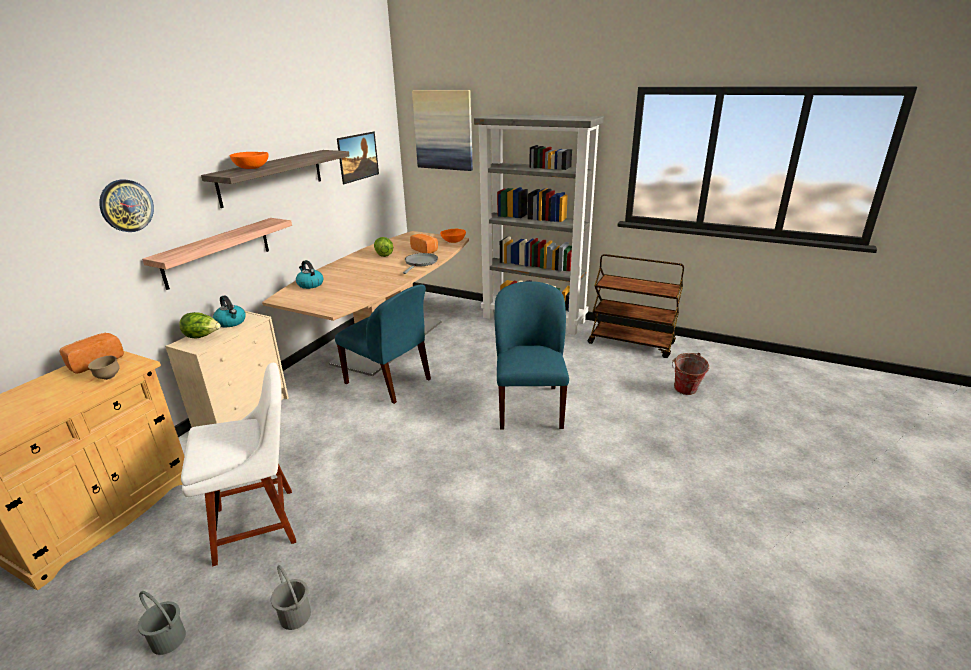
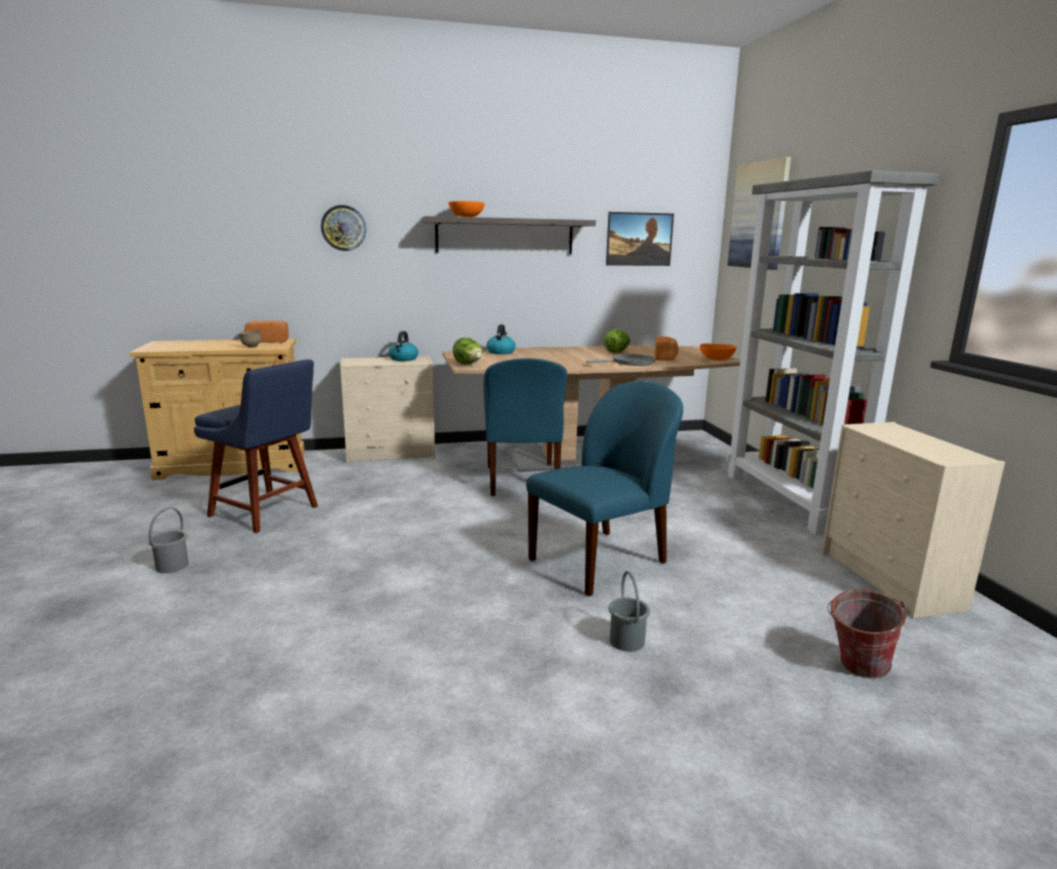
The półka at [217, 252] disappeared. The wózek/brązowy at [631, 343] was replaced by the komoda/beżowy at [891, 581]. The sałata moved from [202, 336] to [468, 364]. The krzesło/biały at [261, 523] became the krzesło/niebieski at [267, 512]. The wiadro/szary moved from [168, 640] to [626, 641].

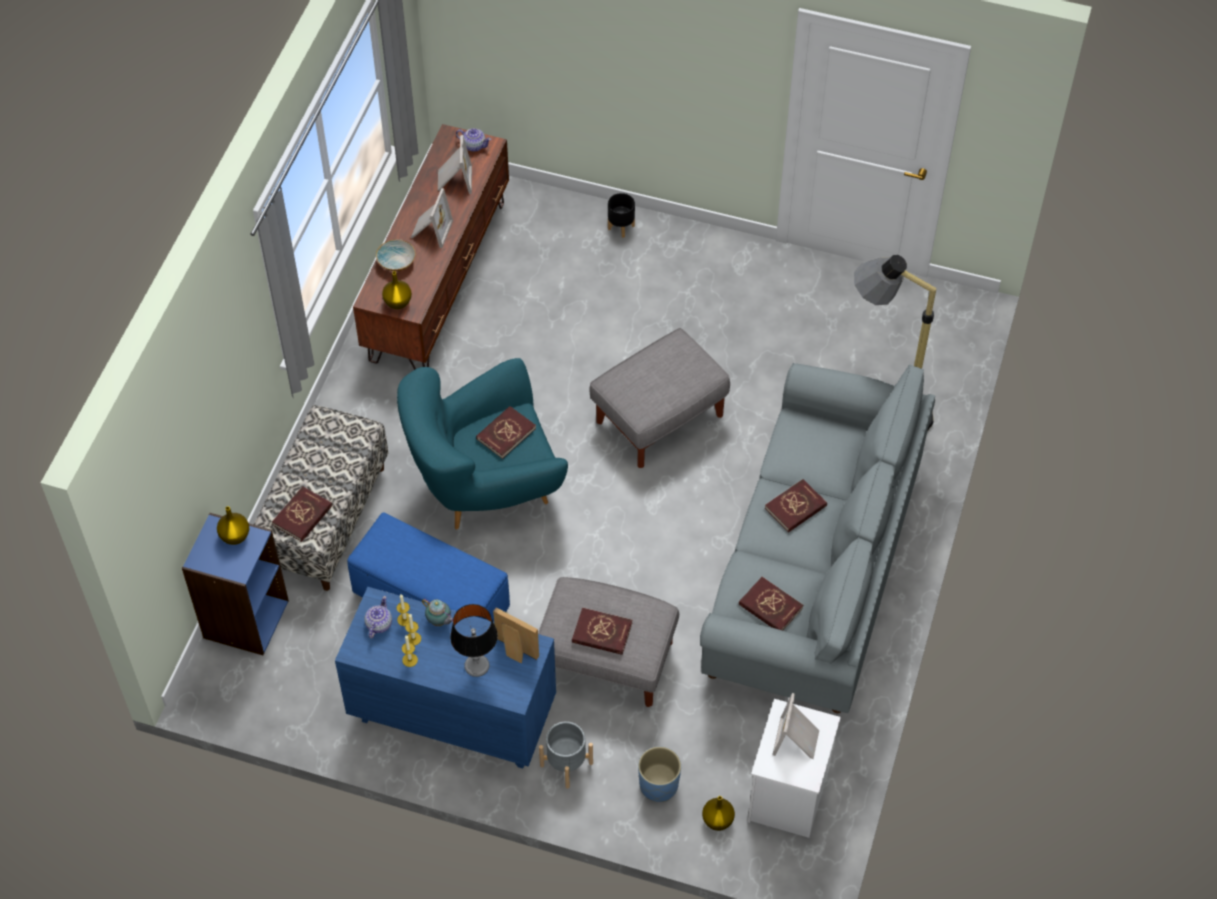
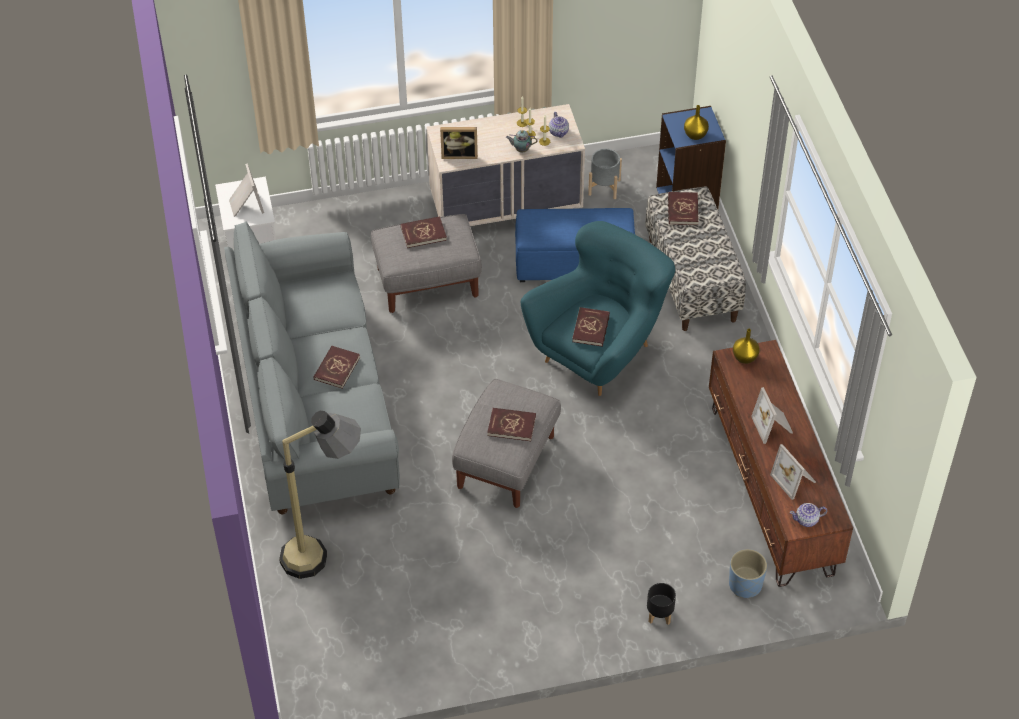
The miska at [396, 262] disappeared. The książka/czerwony moved from [770, 606] to [511, 425]. The komoda/niebieski at [452, 714] became the komoda/beżowy at [506, 209]. The lampa stołowa at [477, 666] disappeared. The donica/szary moved from [566, 764] to [604, 187]. The donica/niebieski moved from [658, 784] to [745, 585]. The wazon/żółty at [717, 821] disappeared.

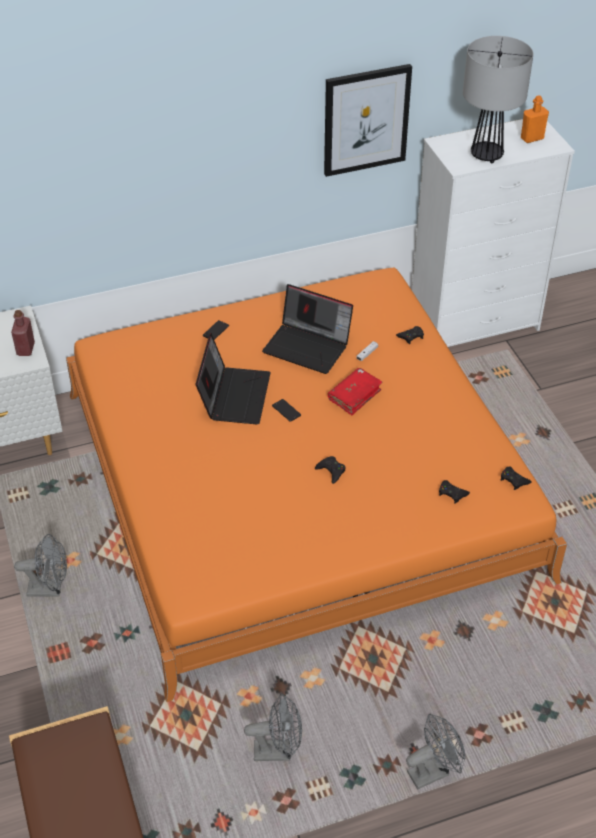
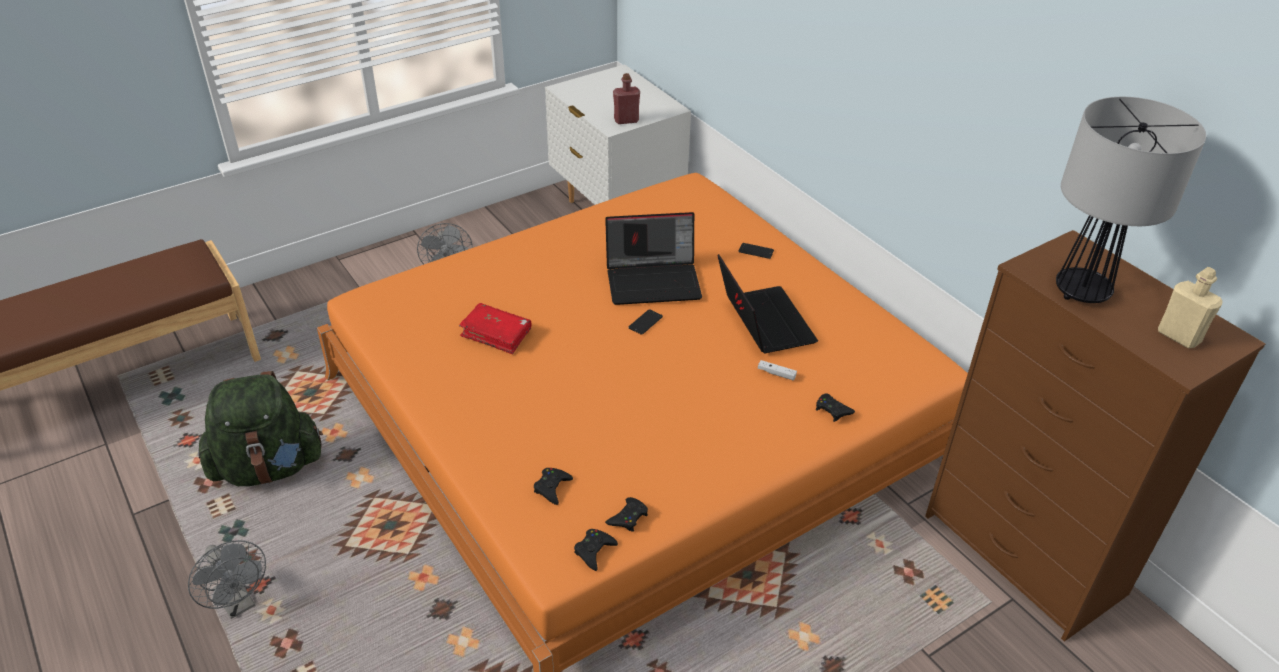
The obraz at [366, 120] disappeared. The butelka/pomarańczowy at [532, 138] became the butelka/beżowy at [1178, 336]. The komoda/biały at [475, 323] became the komoda/brązowy at [1025, 555]. The laptop at [308, 346] turned 150 degrees clockwise. The książka/czerwony moved from [354, 395] to [496, 334]. The pad do gier/czarny moved from [331, 471] to [628, 517]. The wentylator/szary at [278, 751] was replaced by the plecak/zielony at [268, 467].

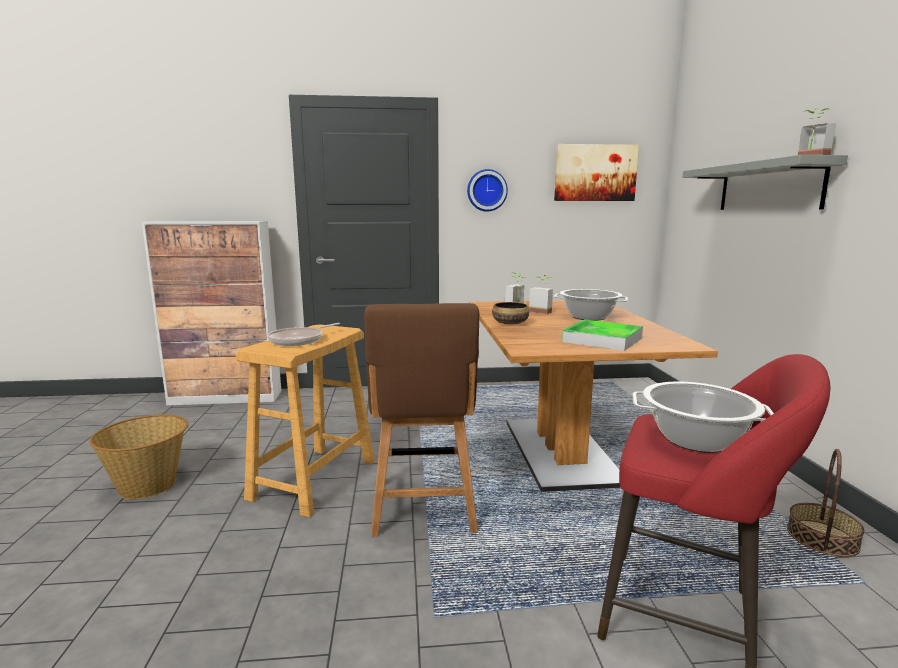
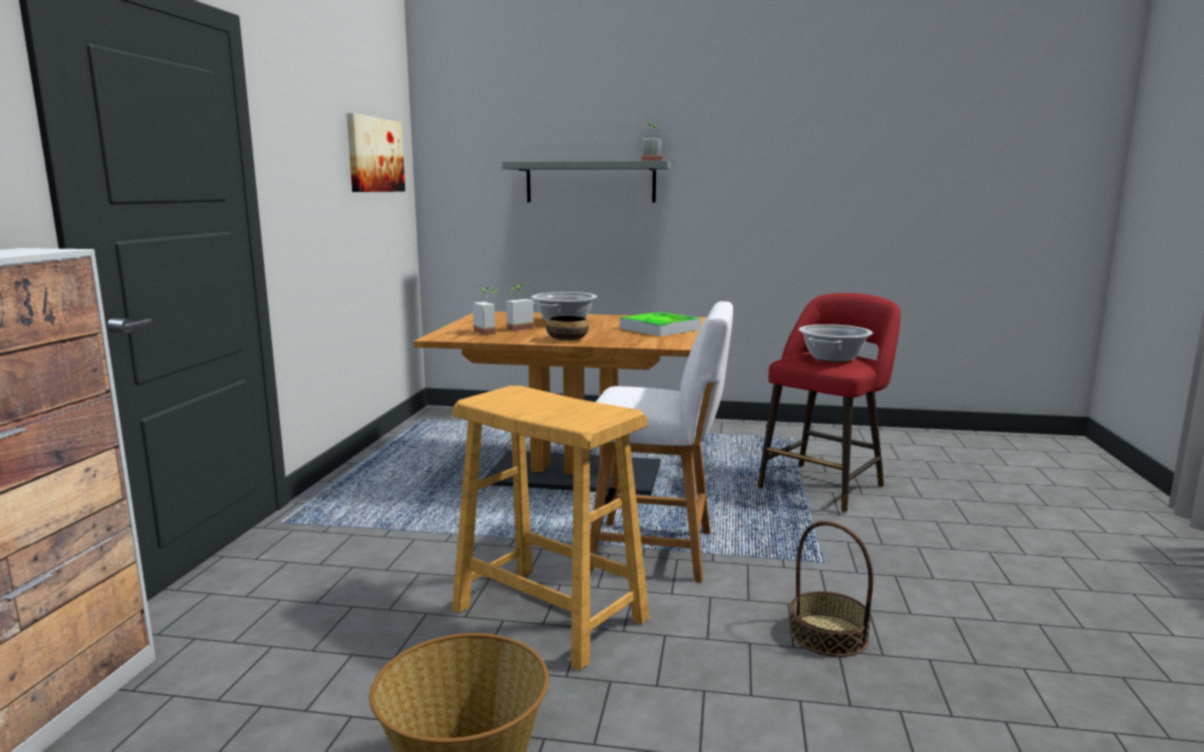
The zegar ścienny at [486, 190] disappeared. The krzesło/brązowy at [424, 509] became the krzesło/biały at [659, 551]. The patelnia at [299, 340] disappeared. The koszyk moved from [822, 538] to [828, 634].

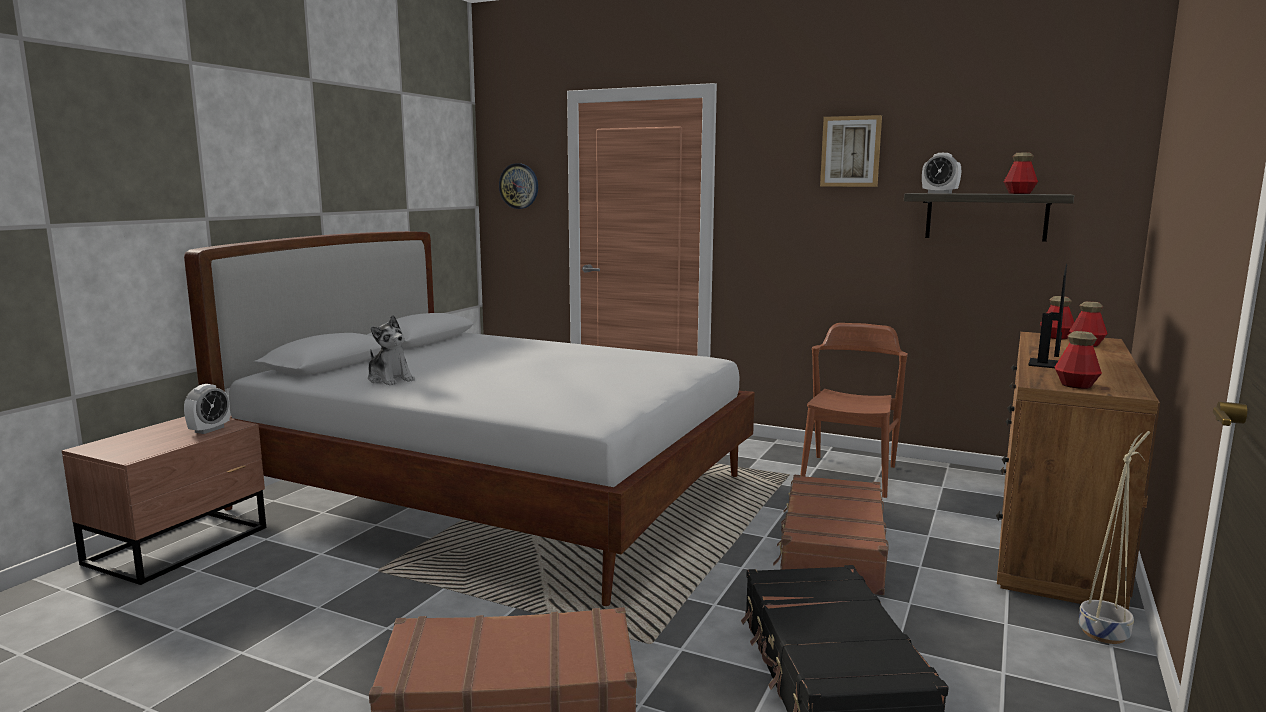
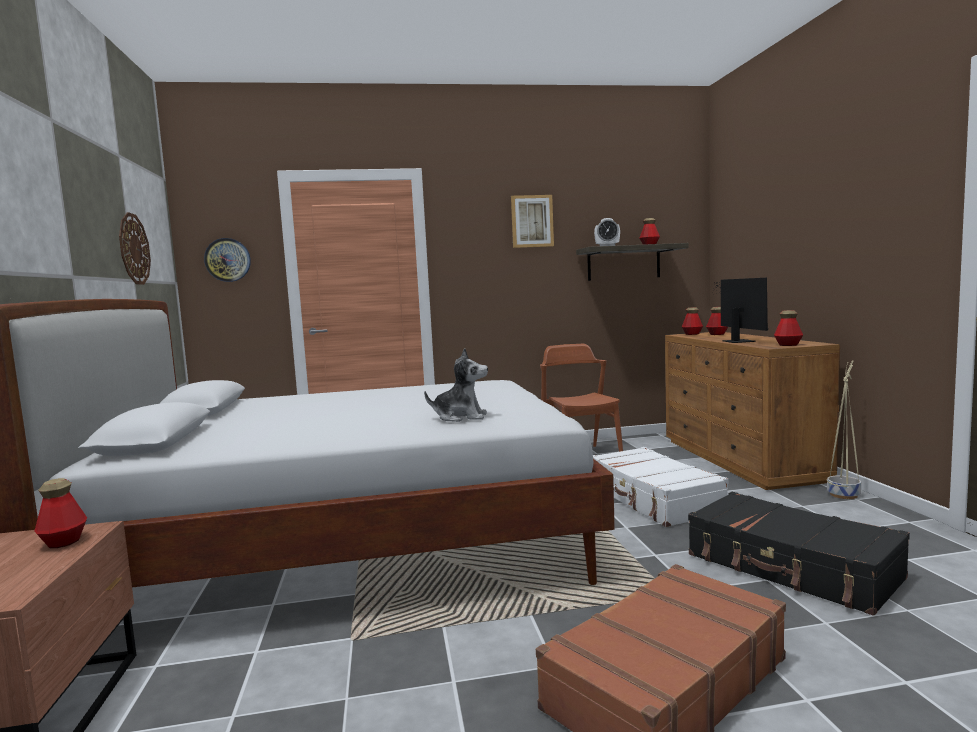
The pluszak moved from [390, 379] to [460, 417]. The budzik at [209, 430] was replaced by the butelka at [64, 542]. The walizka/brązowy at [831, 550] became the walizka/biały at [653, 499]. The zegar ścienny at [134, 249] appeared.

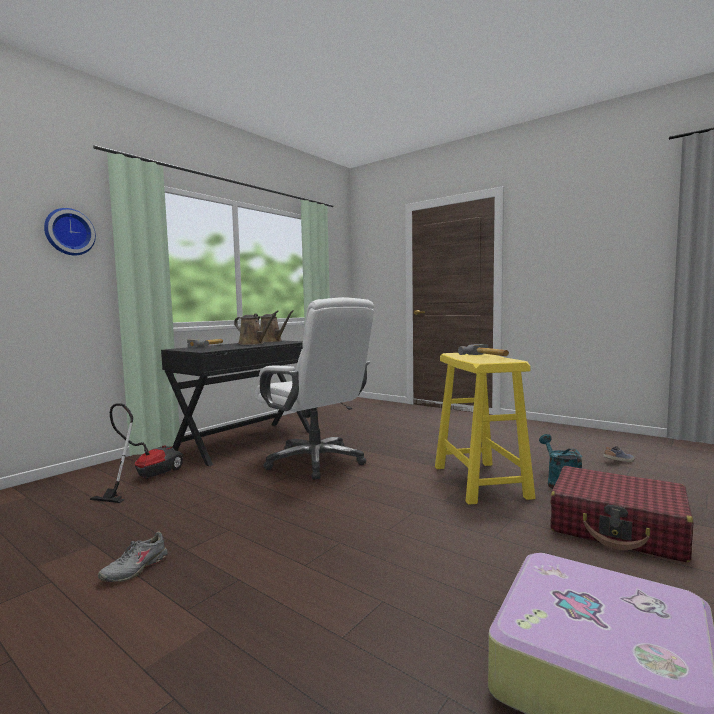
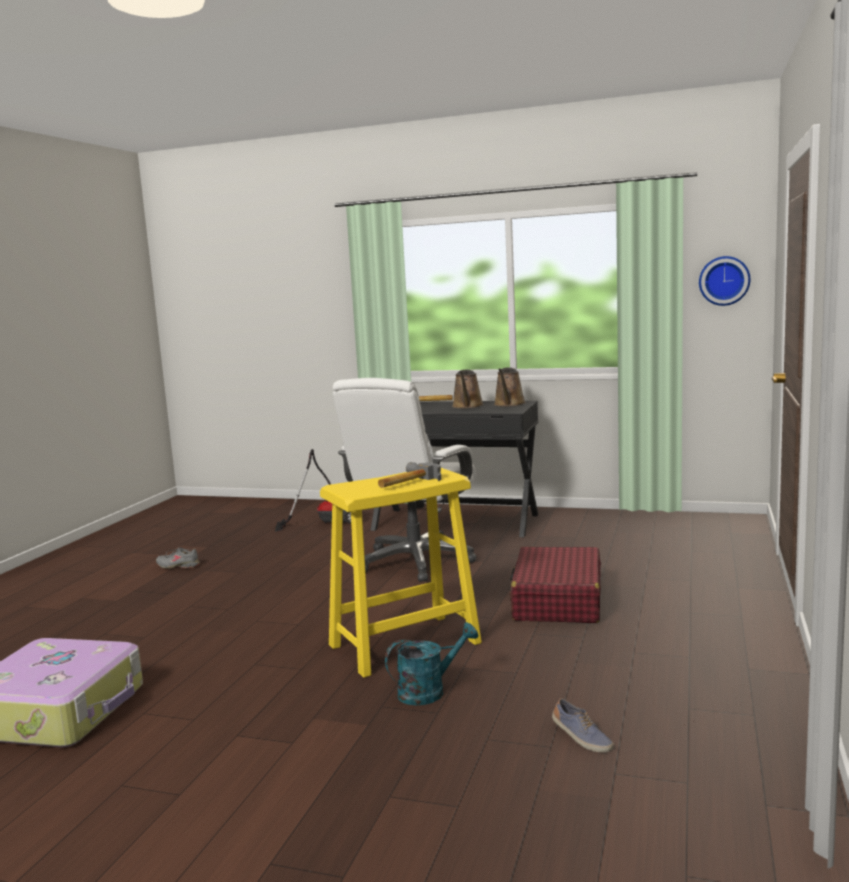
The zegar ścienny moved from [69, 232] to [724, 281]. The walizka/czerwony moved from [618, 528] to [557, 601].

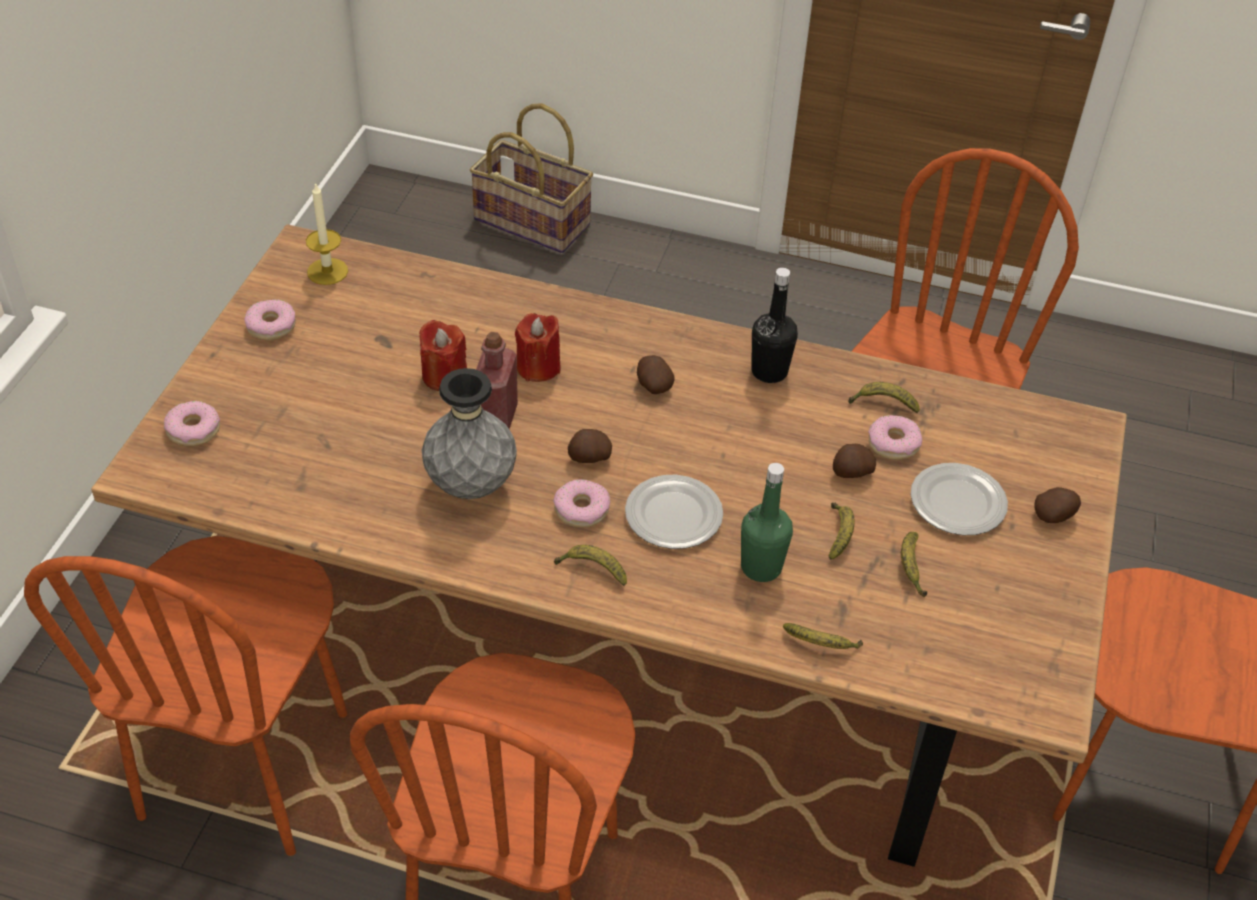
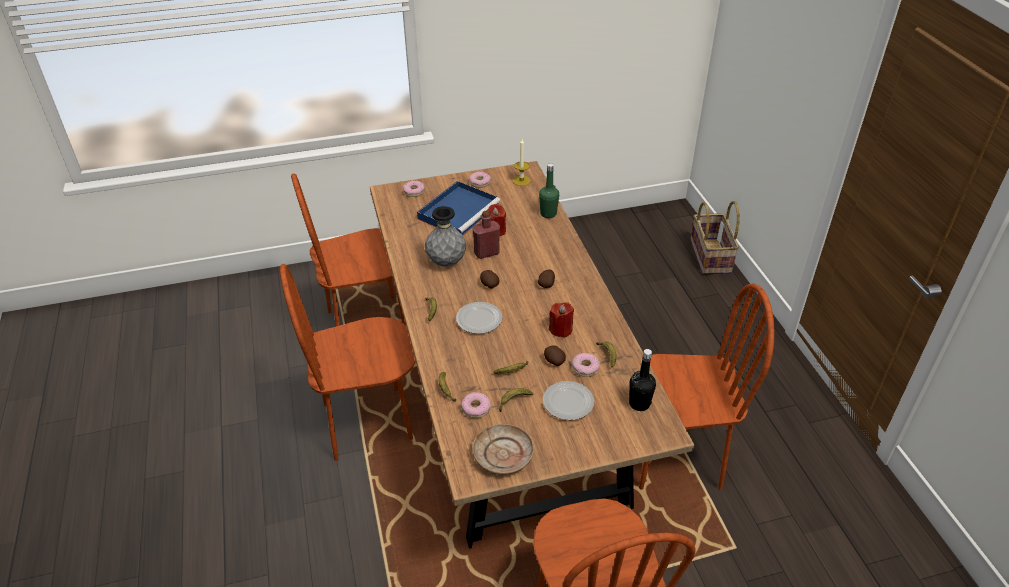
The butelka/czarny moved from [769, 371] to [639, 403]. The świeca/czerwony moved from [538, 367] to [561, 329]. The butelka/zielony moved from [761, 567] to [548, 214]. The donut moved from [581, 509] to [476, 408]. The ziemniak at [1054, 516] disappeared. The taca/niebieski at [459, 211] appeared. The talerz/beżowy at [503, 455] appeared.

